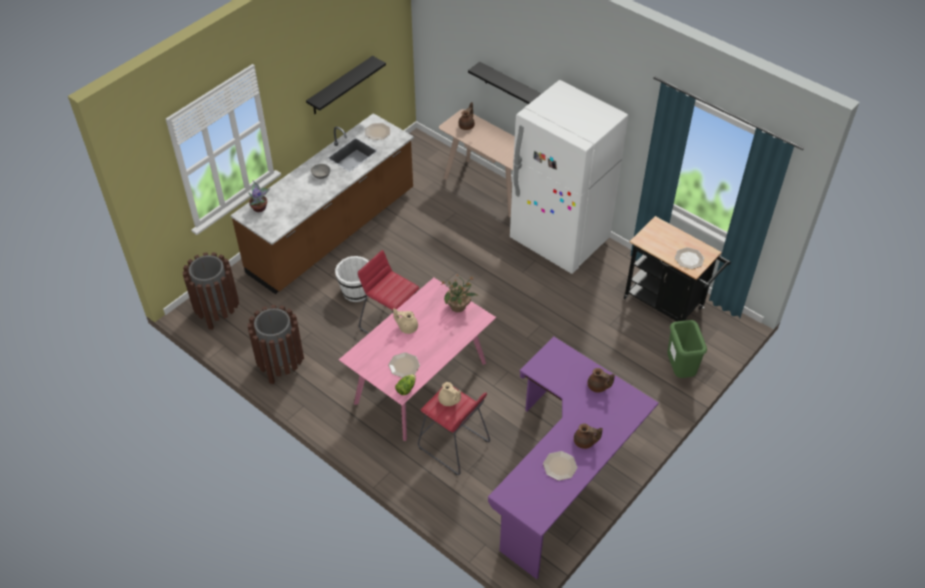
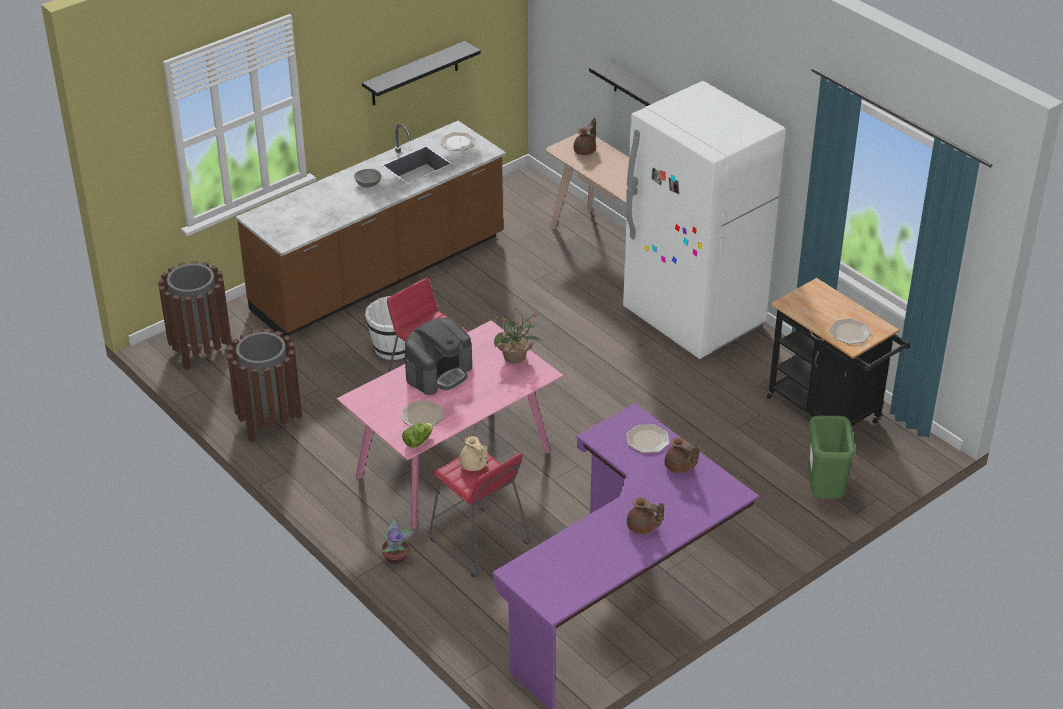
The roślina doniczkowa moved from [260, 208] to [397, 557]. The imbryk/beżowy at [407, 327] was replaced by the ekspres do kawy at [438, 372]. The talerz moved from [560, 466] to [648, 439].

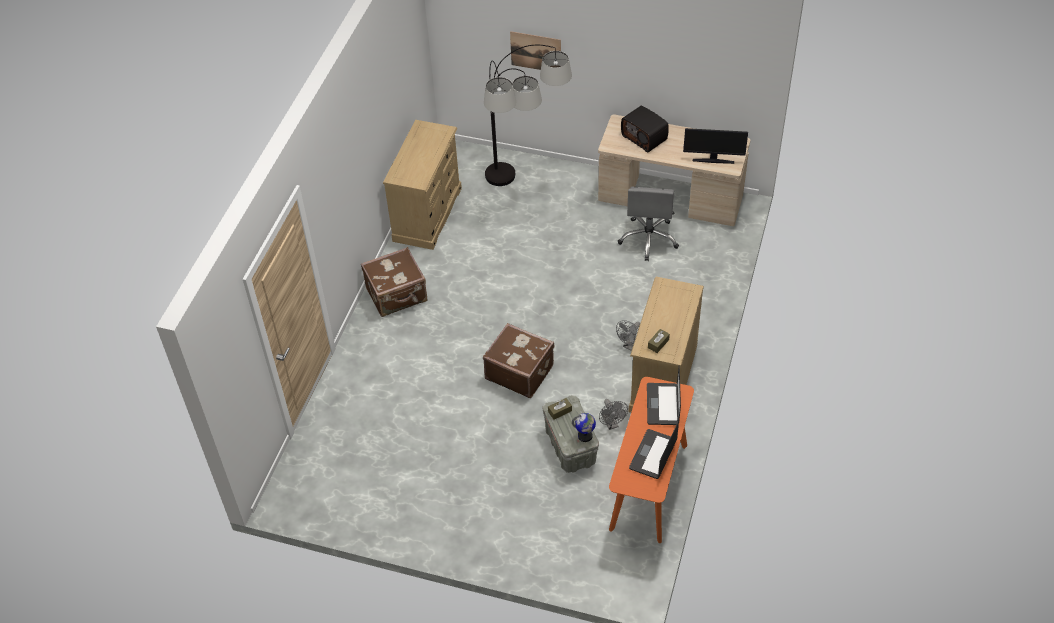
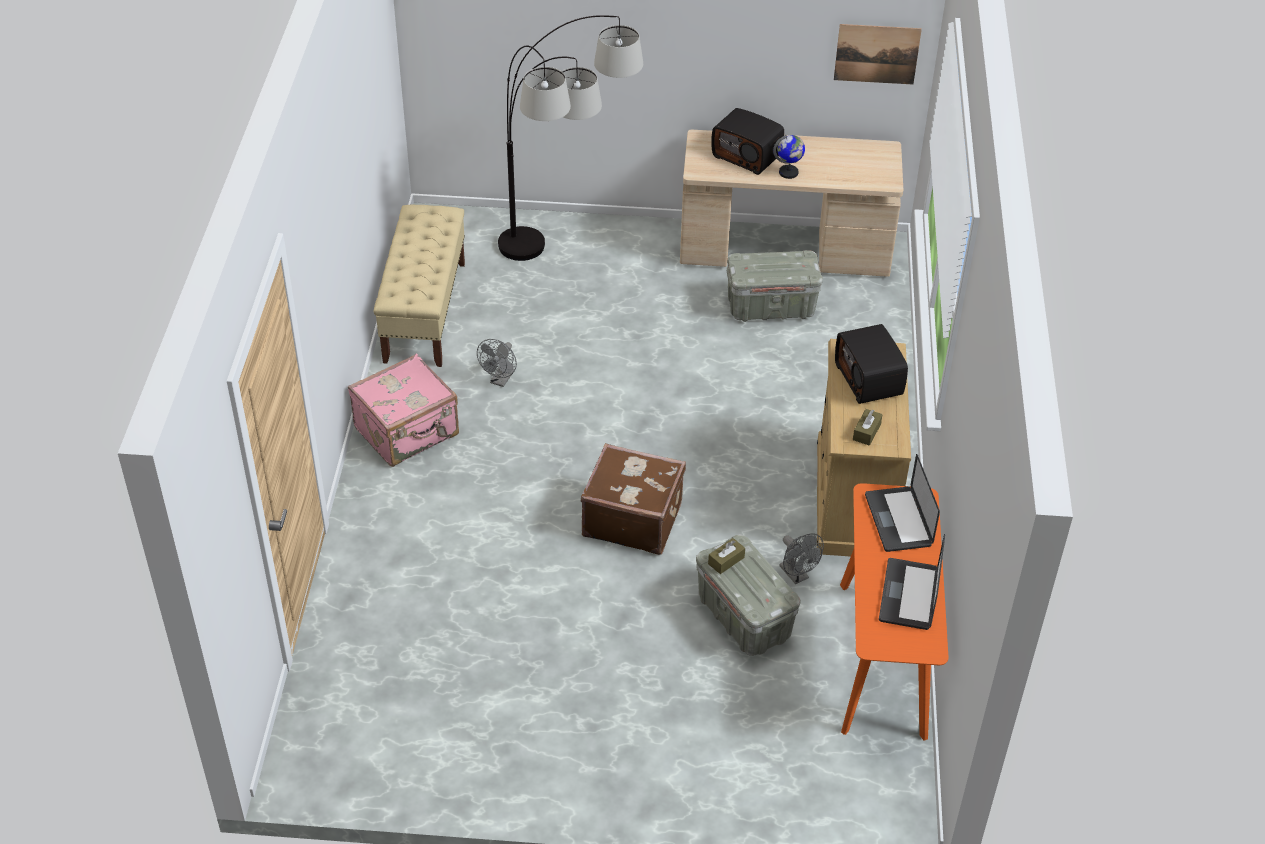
The obraz moved from [536, 52] to [877, 54]. The komoda/beżowy at [428, 214] was replaced by the ławka/beżowy at [425, 311]. The monitor at [713, 160] disappeared. The krzesło biurowe/szary at [649, 238] was replaced by the pojemnik do przechowywania/szary at [770, 307]. The walizka/brązowy at [397, 295] became the walizka/różowy at [408, 432]. The wentylator/szary moved from [630, 345] to [500, 380]. The globus moved from [585, 436] to [788, 173]. The radio at [870, 379] appeared.

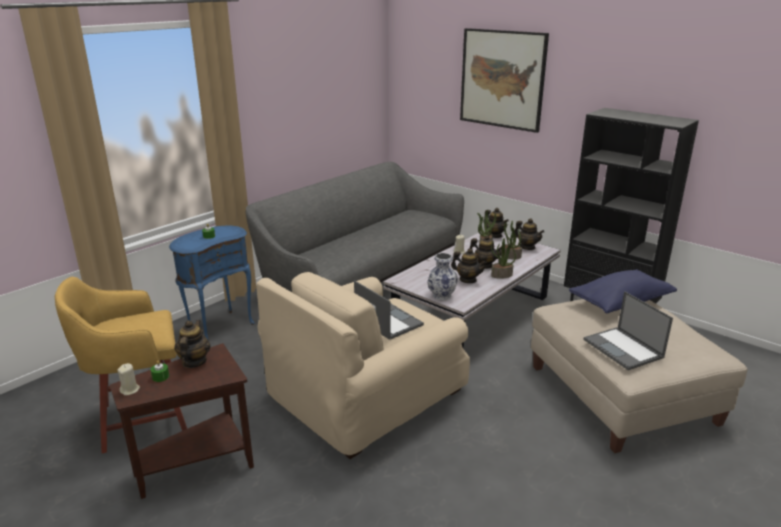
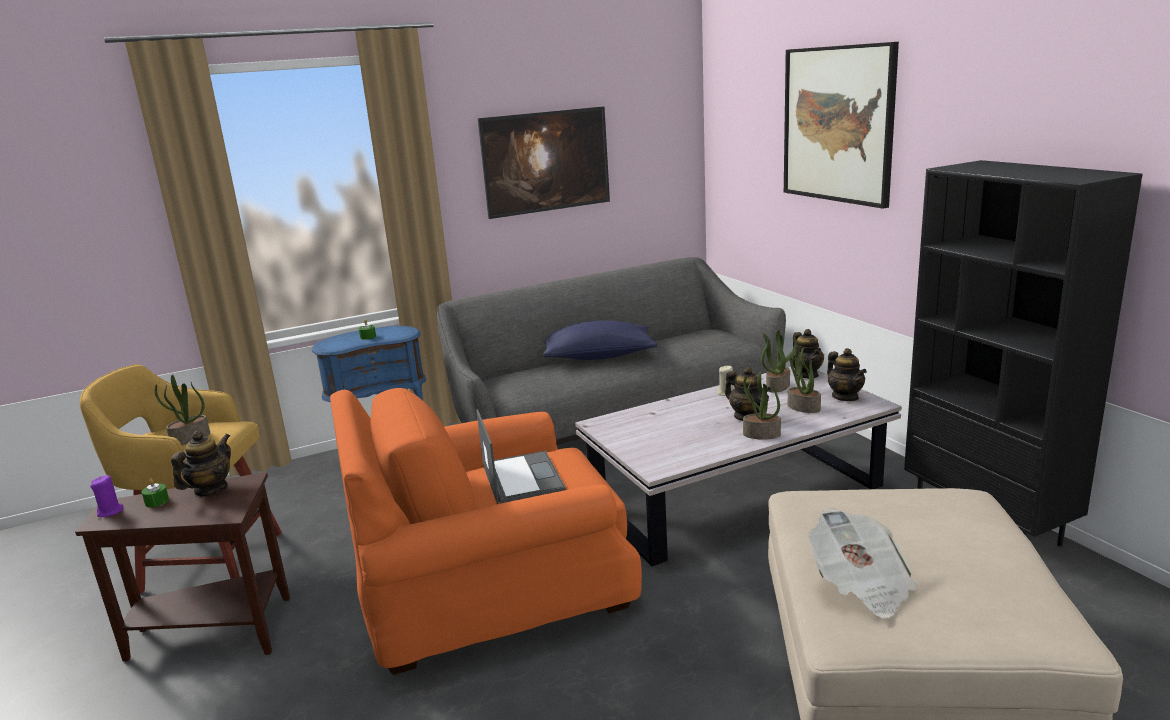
The imbryk at [468, 280] disappeared. The wazon at [441, 296] disappeared. The poduszka/niebieski moved from [620, 302] to [598, 356]. The fotel/beżowy at [368, 394] became the fotel/pomarańczowy at [493, 587]. The laptop at [624, 349] was replaced by the gazeta at [861, 585]. The świeca/beżowy at [130, 390] became the świeca/fioletowy at [110, 511]. The obraz at [548, 186] appeared. The roślina doniczkowa at [190, 439] appeared.

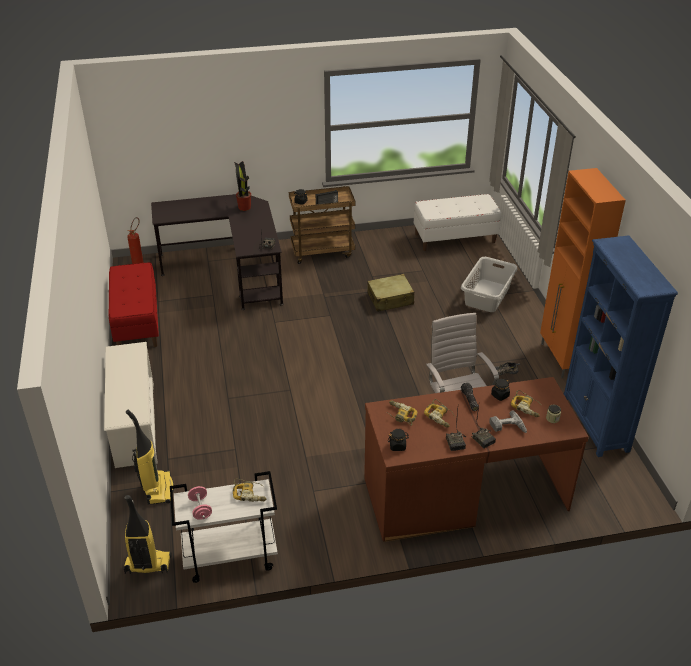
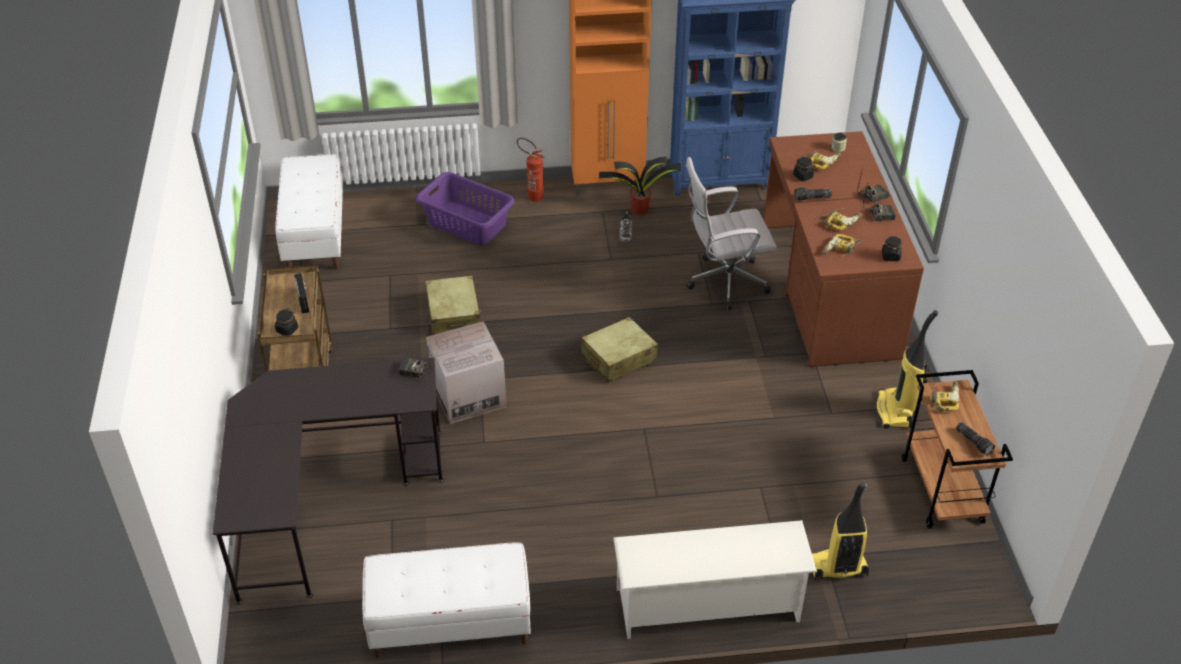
The roślina doniczkowa moved from [244, 207] to [638, 209]. The gaśnica moved from [139, 262] to [532, 196]. The kosz na pranie/szary at [487, 295] became the kosz na pranie/fioletowy at [467, 223]. The ławka/czerwony at [137, 322] became the ławka/biały at [450, 624]. The wiertarka at [508, 427] disappeared. The wózek/biały at [229, 558] became the wózek/brązowy at [943, 491]. The hantel/różowy at [200, 509] was replaced by the latarka at [974, 442]. The odkurzacz moved from [147, 565] to [895, 411]. The walizka/beżowy at [618, 358] appeared. The karton at [468, 395] appeared.

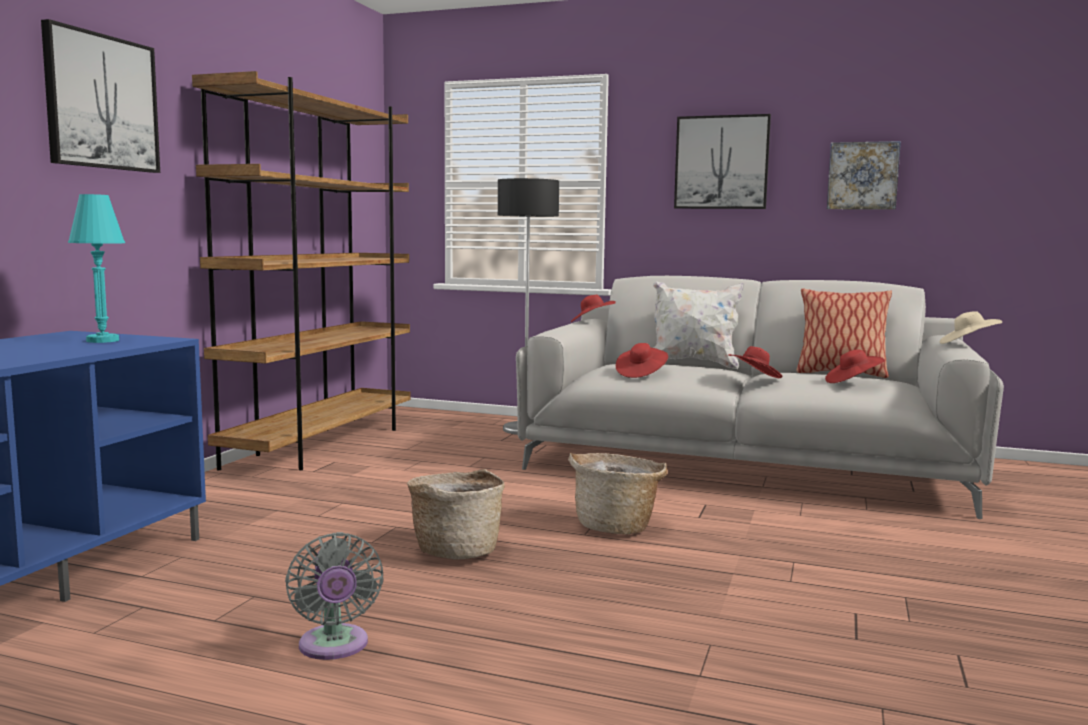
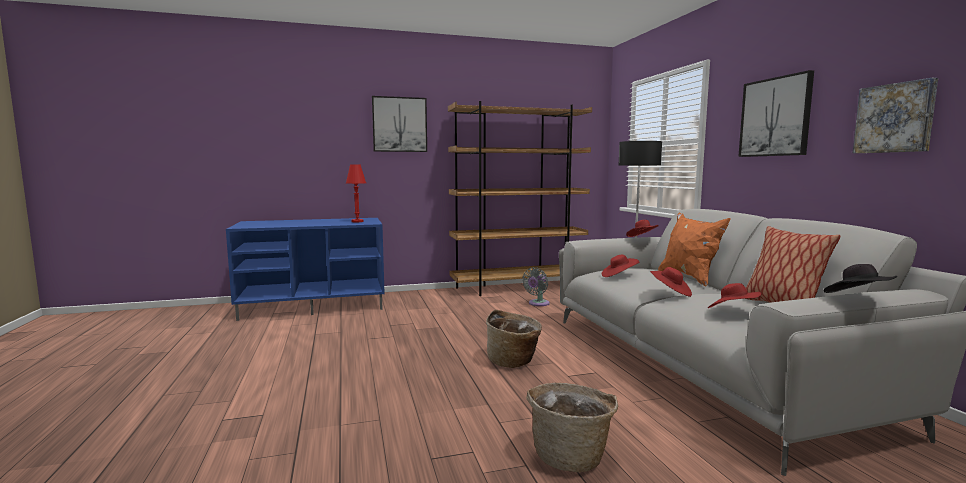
The lampa stołowa/turkusowy at [102, 340] became the lampa stołowa/czerwony at [357, 221]. The poduszka/biały at [693, 364] became the poduszka/pomarańczowy at [689, 278]. The kapelusz/beżowy at [967, 344] became the kapelusz/czarny at [858, 299]. The koszyk moved from [457, 550] to [571, 455]. The wentylator/szary moved from [334, 647] to [537, 304].

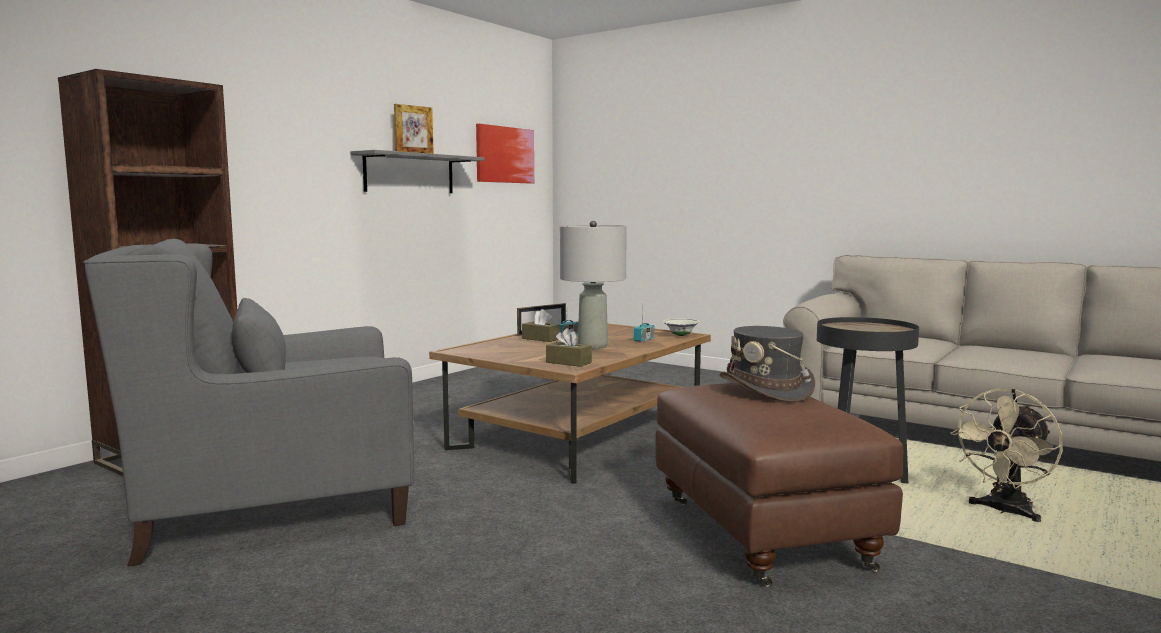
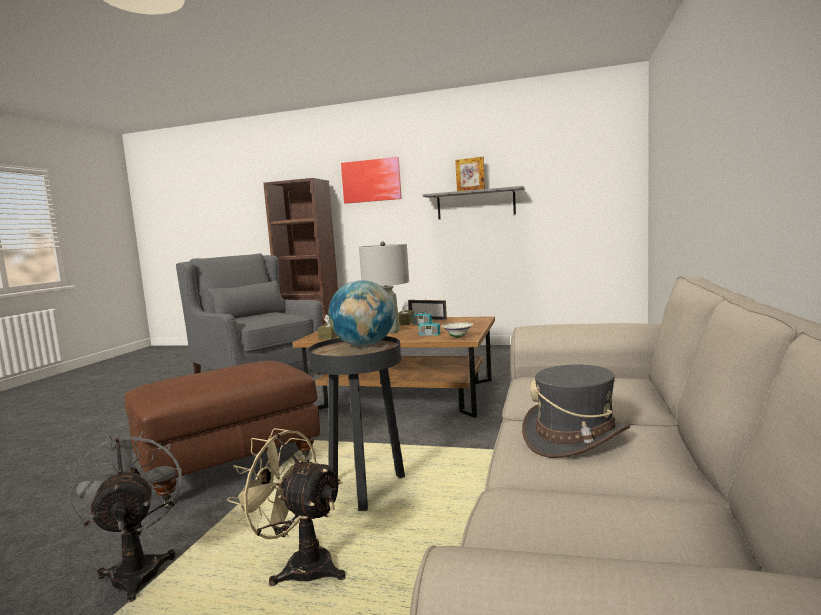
The obraz moved from [504, 155] to [371, 180]. The kapelusz/szary moved from [766, 390] to [575, 438]. The globus at [364, 345] appeared. The wentylator/szary at [137, 570] appeared.

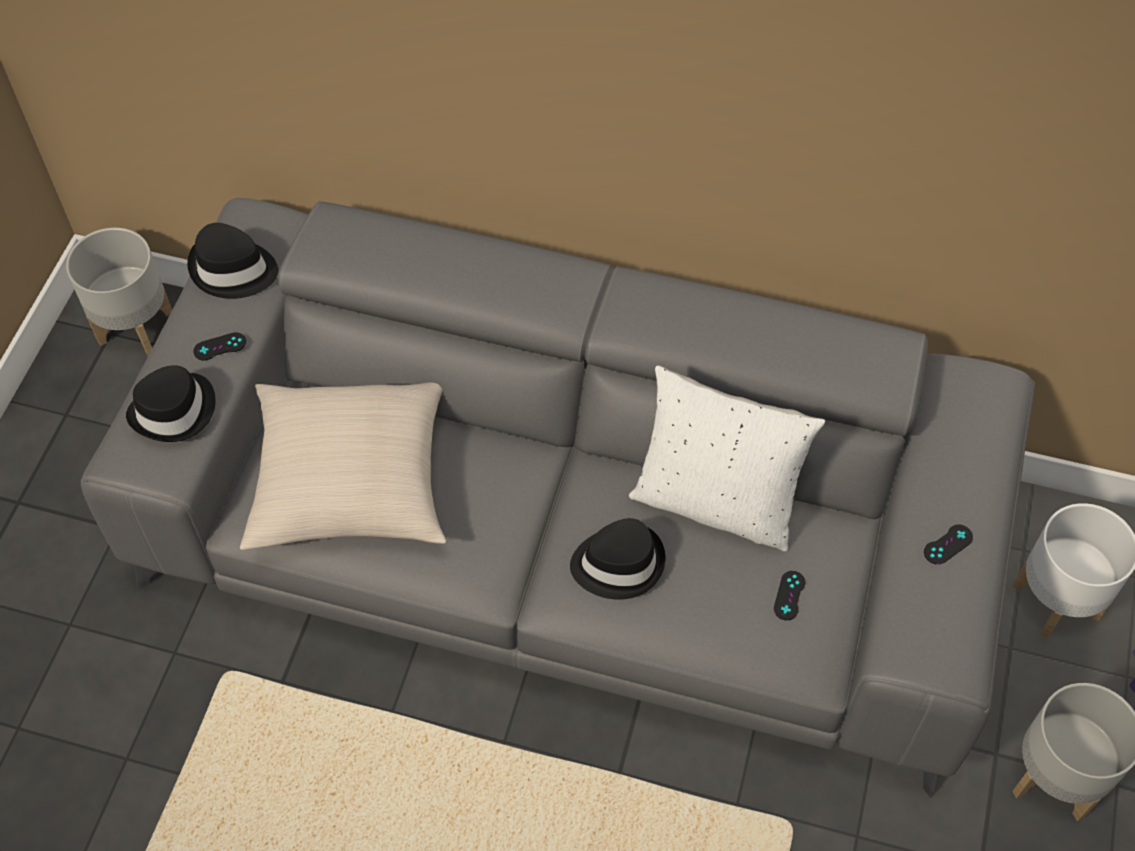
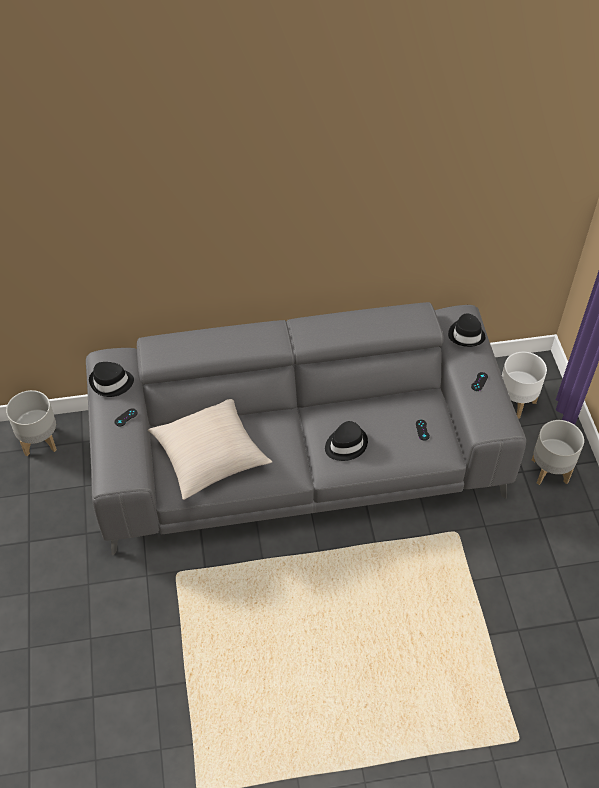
The kapelusz/czarny moved from [174, 411] to [466, 335]. The poduszka/biały at [716, 501] disappeared.

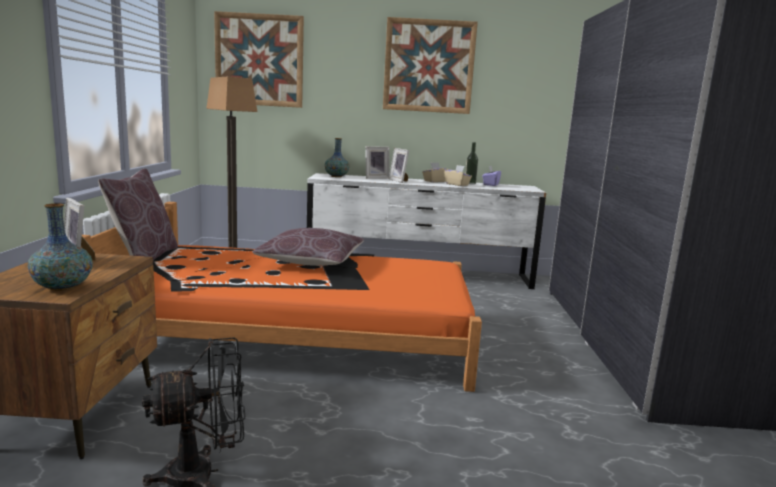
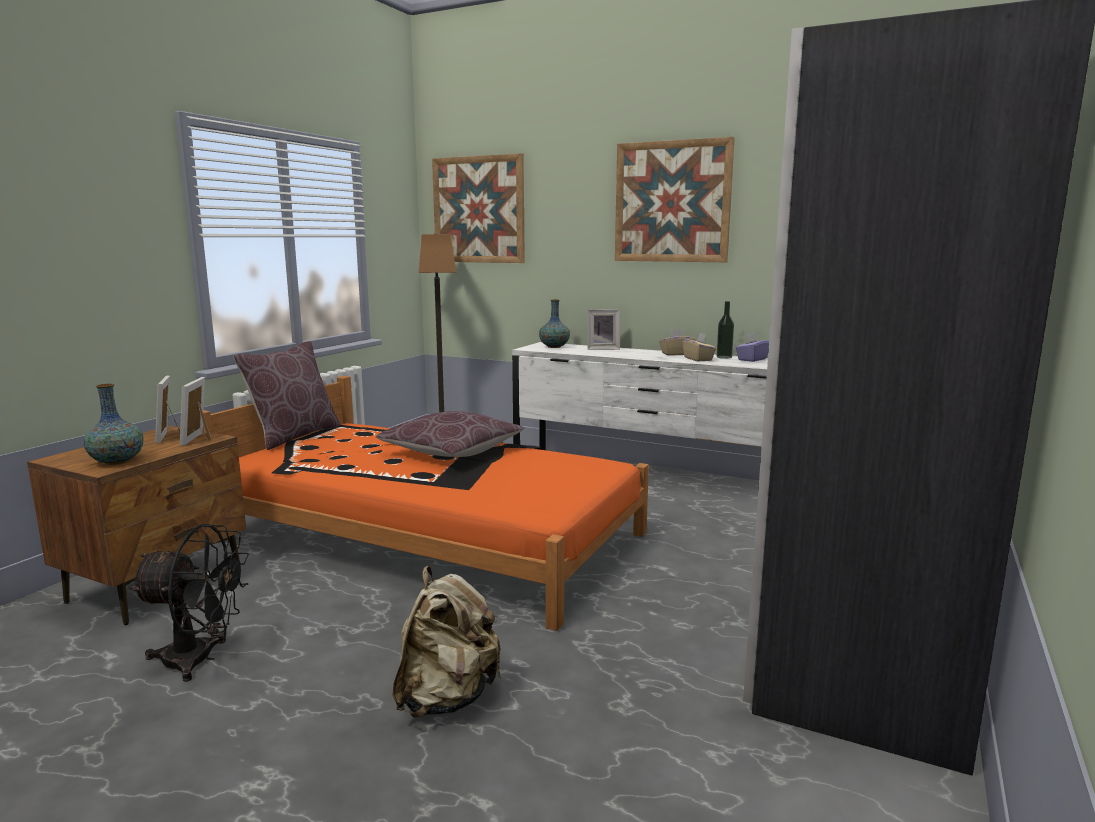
The ramka na zdjęcie moved from [400, 181] to [201, 439]. The plecak/beżowy at [447, 697] appeared.

